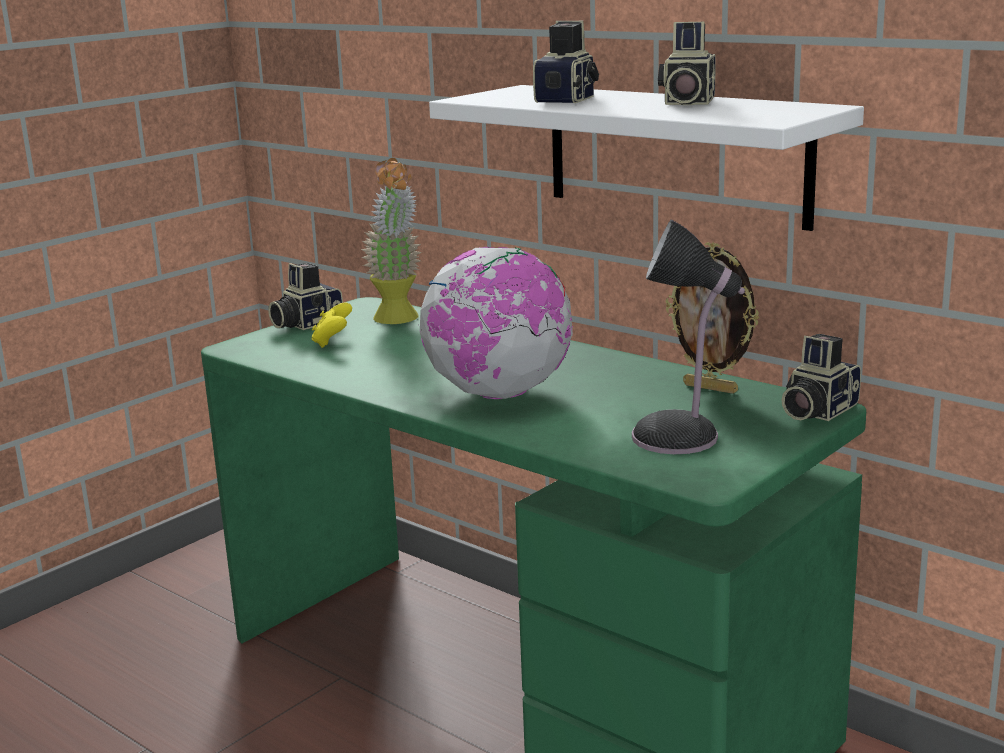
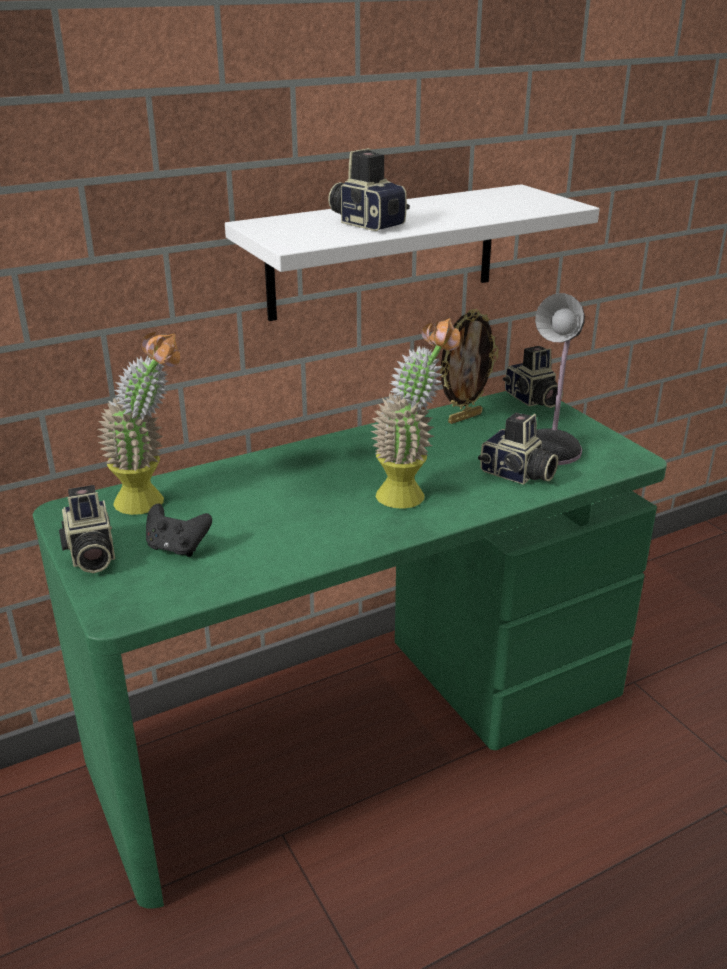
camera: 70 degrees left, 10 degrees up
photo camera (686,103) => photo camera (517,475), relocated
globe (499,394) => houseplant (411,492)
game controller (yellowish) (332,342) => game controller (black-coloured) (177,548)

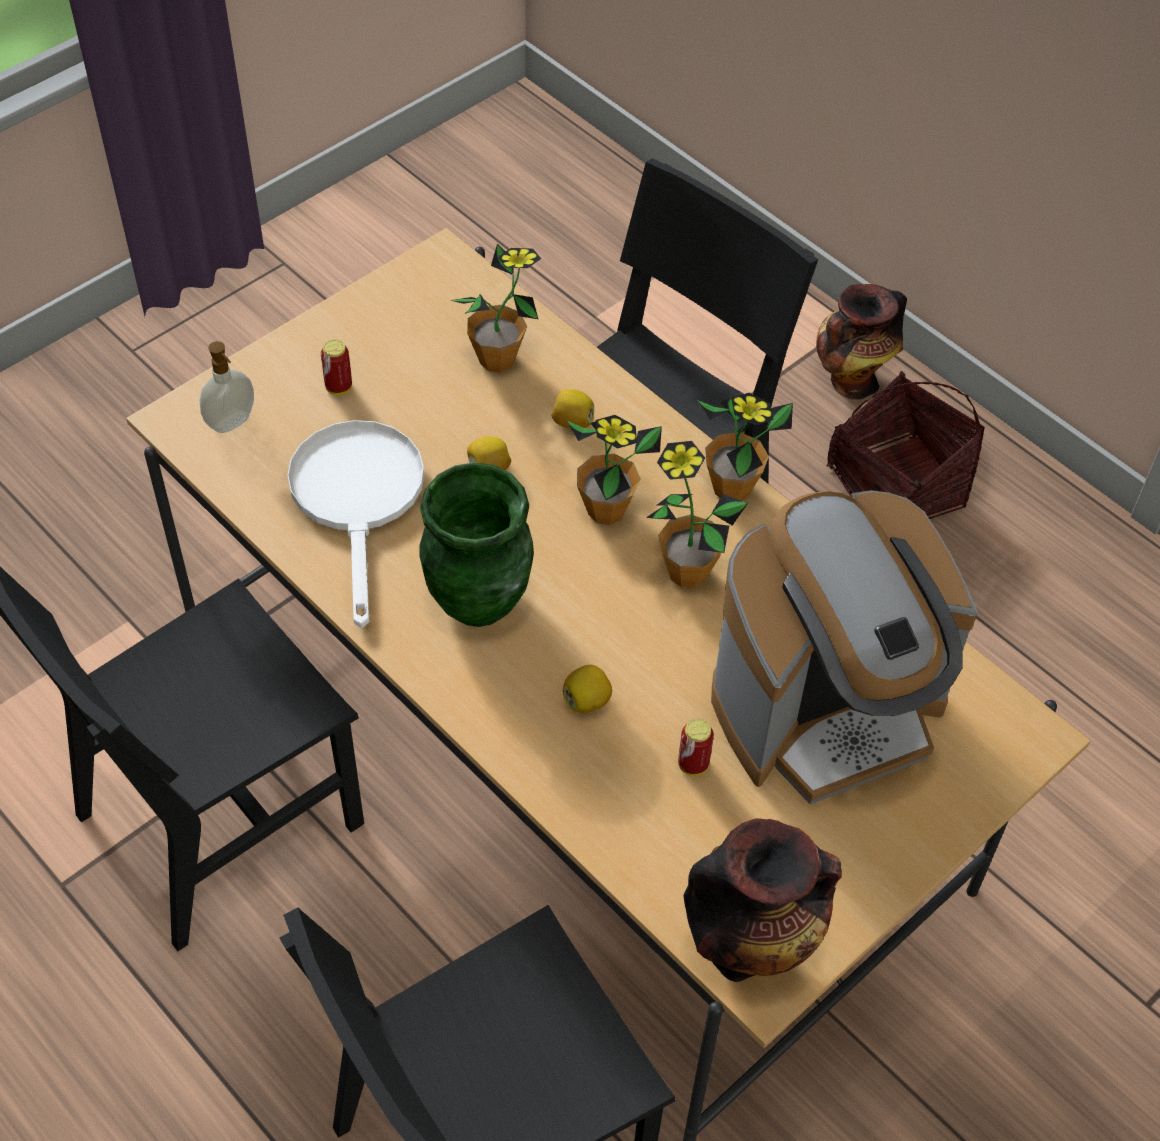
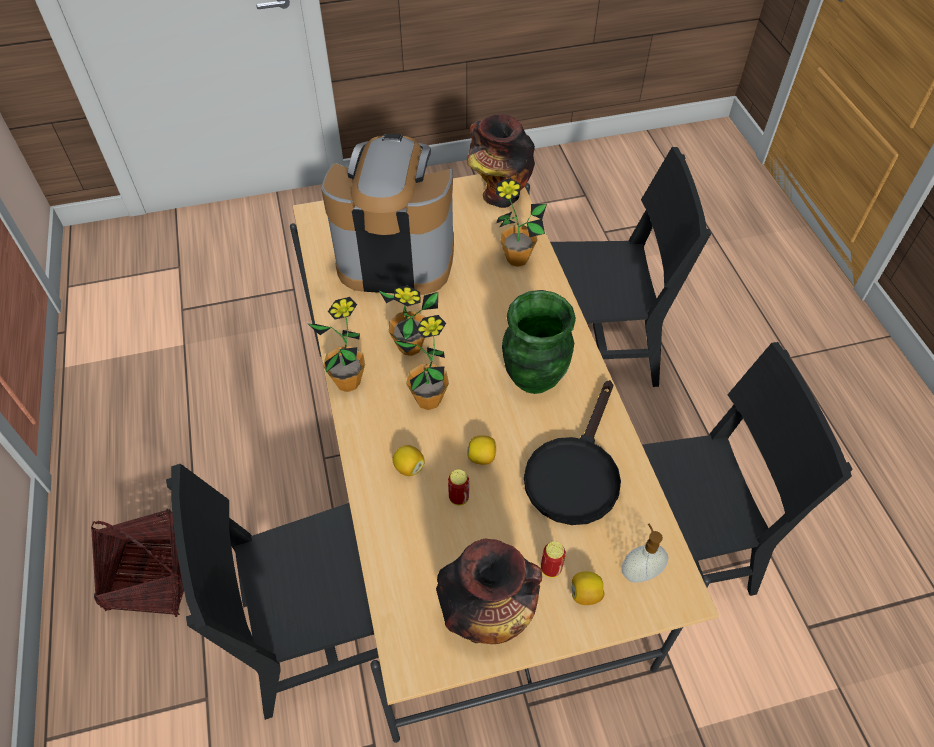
camera: 150 degrees left, 0 degrees up
houseplant (497,359) => houseplant (517,258), relocated
flower vase (852,382) => flower vase (488,617), relocated
skillet (white) (358,500) => skillet (black-coloured) (575,471)
whole lemon (587,700) => whole lemon (585,594), relocated
sealed can (693,765) => sealed can (458,498), relocated

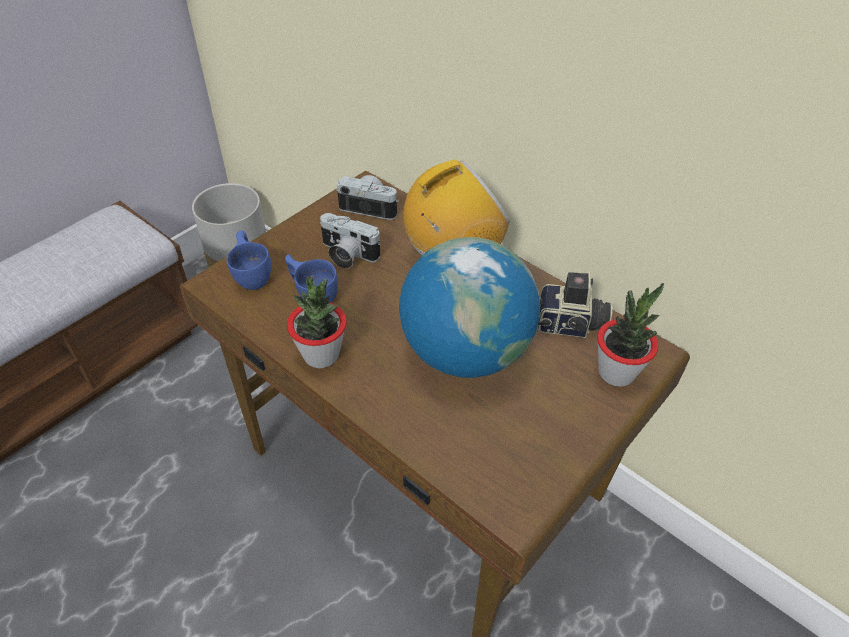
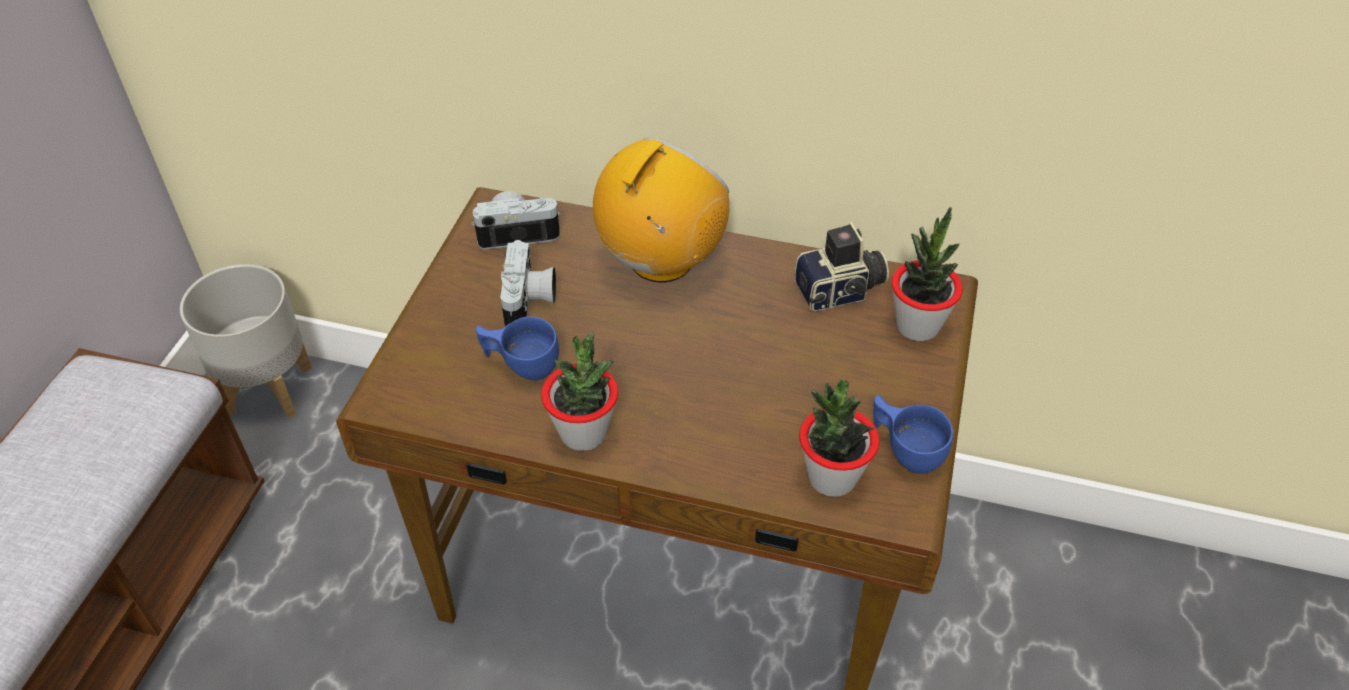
camera: 25 degrees left, 0 degrees up
photo camera (346,255) => photo camera (530,303), 90 degrees counterclockwise
small cup (blue) (253,274) => small cup (blue) (905,449), relocated
globe (465,352) => nothing
nothing => houseplant (831,478)

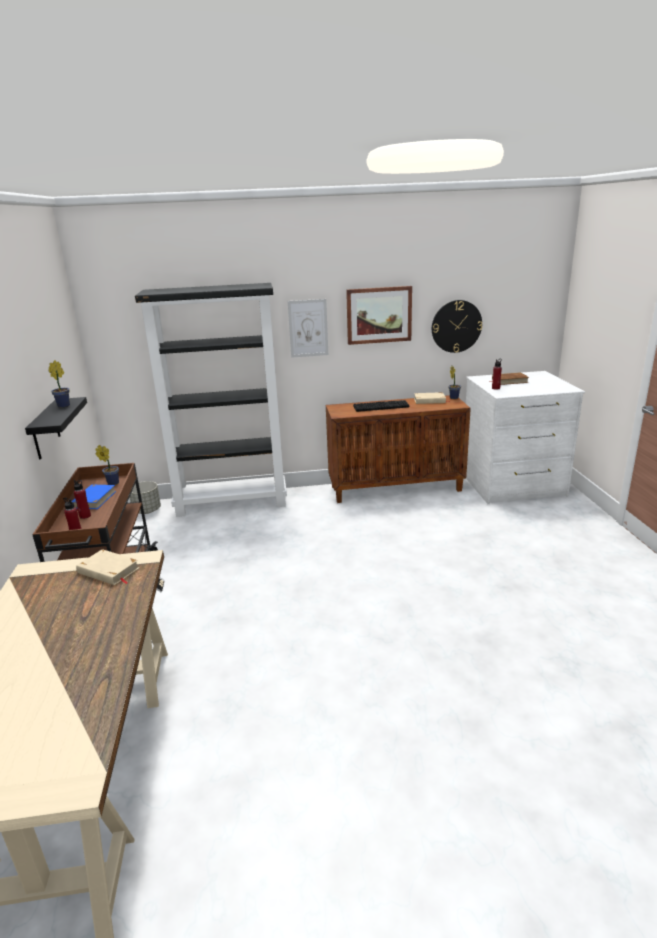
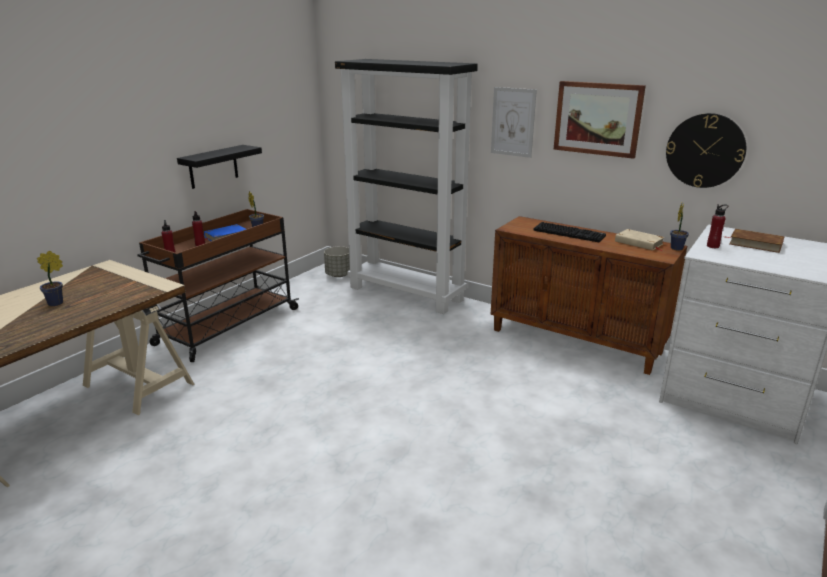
camera: 40 degrees right, 0 degrees up
houseplant (65,405) => houseplant (58,303), relocated
volume (sand-coloured) (108,571) => nothing

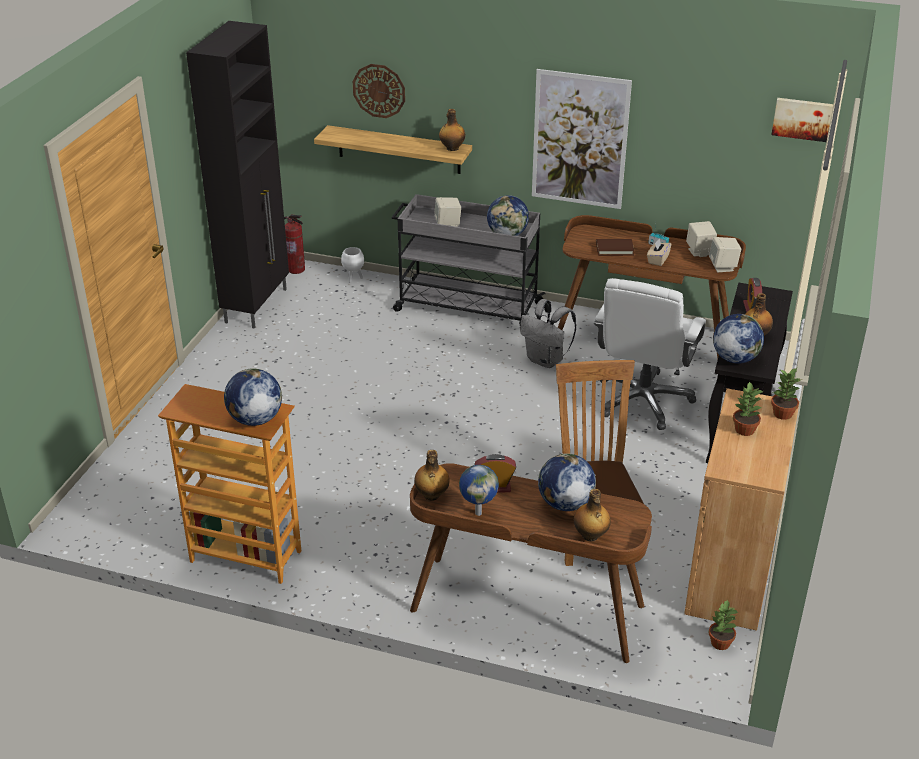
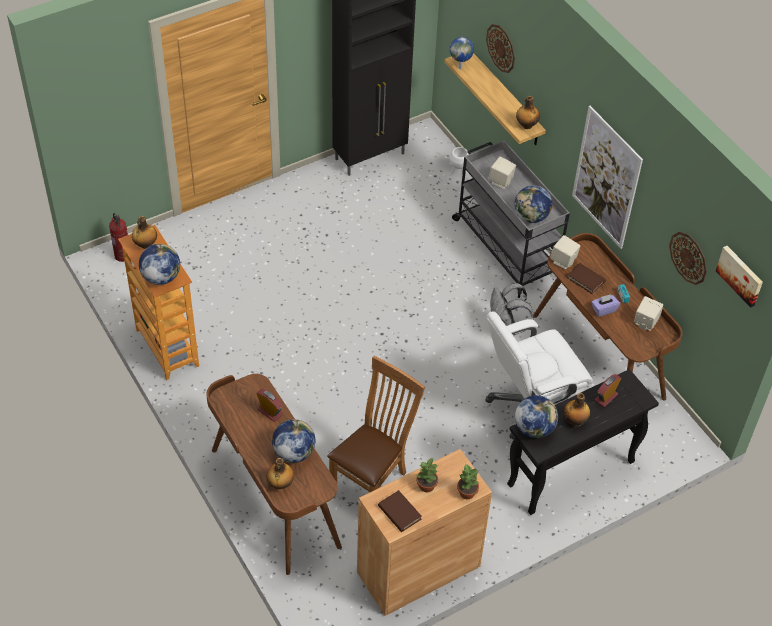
camera: 40 degrees right, 15 degrees up
fire extinguisher (296,269) => fire extinguisher (123,255), relocated
loudspeaker (sand-coloured) (723,267) => loudspeaker (sand-coloured) (563,261), relocated
tissue box (sand-coloured) (657,260) => tissue box (purplish) (604,309)
beverage bottle (431,495) => beverage bottle (145,245), relocated
globe (478,512) => globe (460,67), relocated
houseplant (720,643) => nothing
nothing => hanging clock (688,257)
nothing => volume (brownish) (399,512)

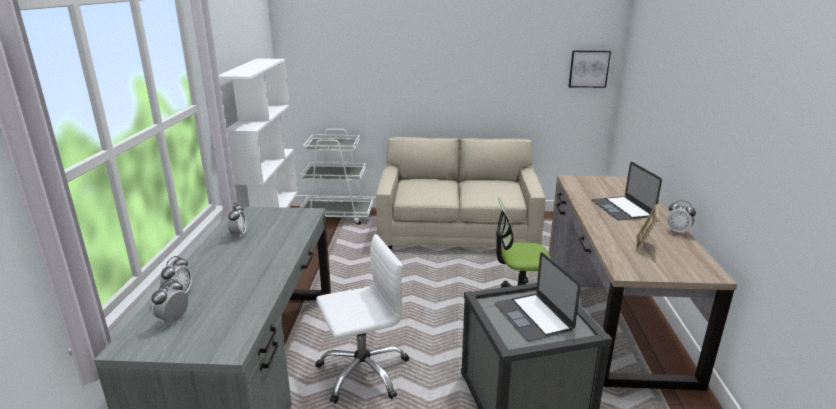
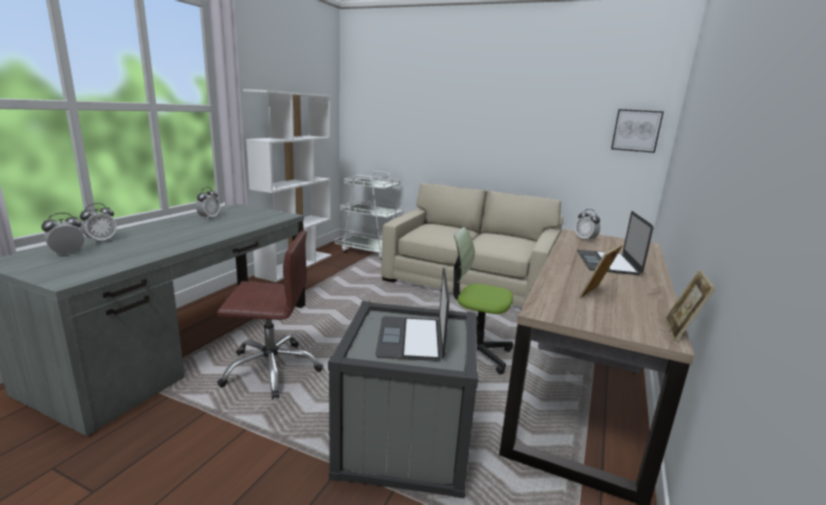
camera: 20 degrees right, 5 degrees down
alarm clock (677,231) => alarm clock (585,239), relocated
office chair (white) (363,372) => office chair (brownish) (271,369)
nothing => photo frame (680,332)

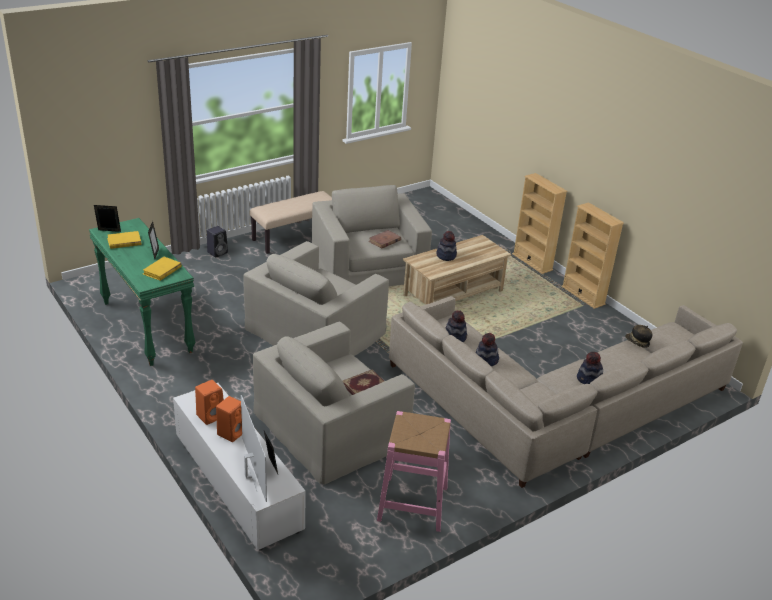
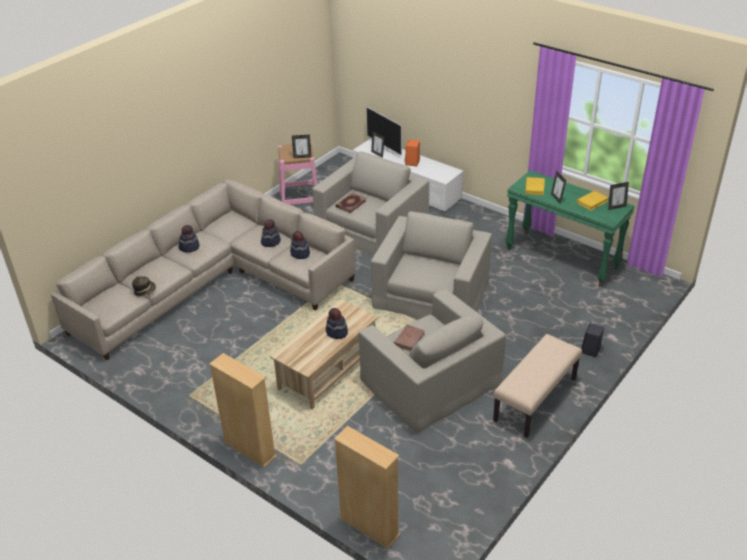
camera: 165 degrees right, 5 degrees up
bookcase (sand-coloured) (583,295) => bookcase (sand-coloured) (369,527), relocated
loudspeaker (orange-coloured) (211,415) => nothing
nothing => photo frame (302,157)

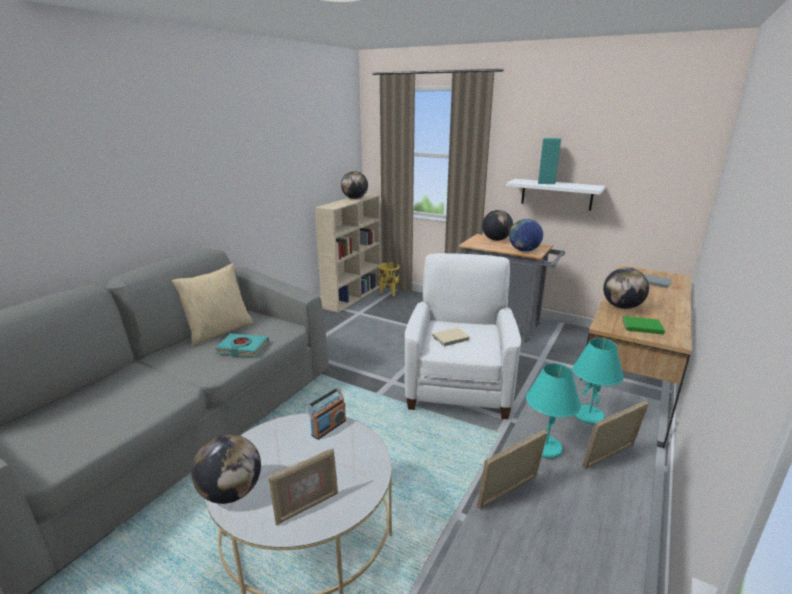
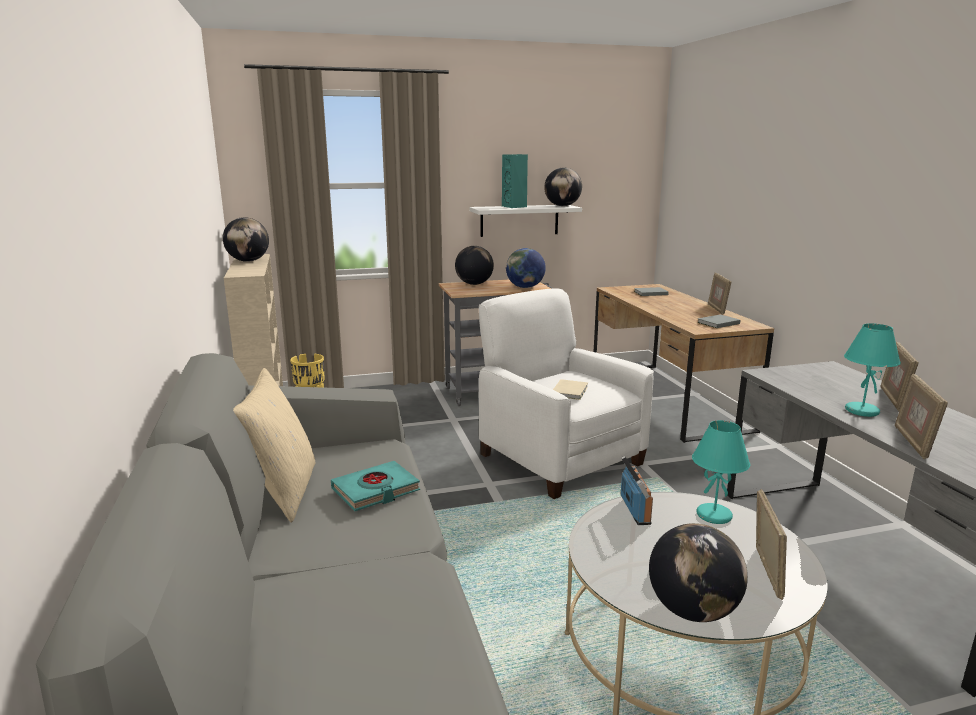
camera: 45 degrees left, 5 degrees down
globe (621,307) => globe (562,206), relocated
volume (green-coloured) (641,326) => volume (grey) (717,323)
tabletop lamp (blue-green) (589,416) => tabletop lamp (blue-green) (714,515), relocated
nothing => photo frame (717,309)

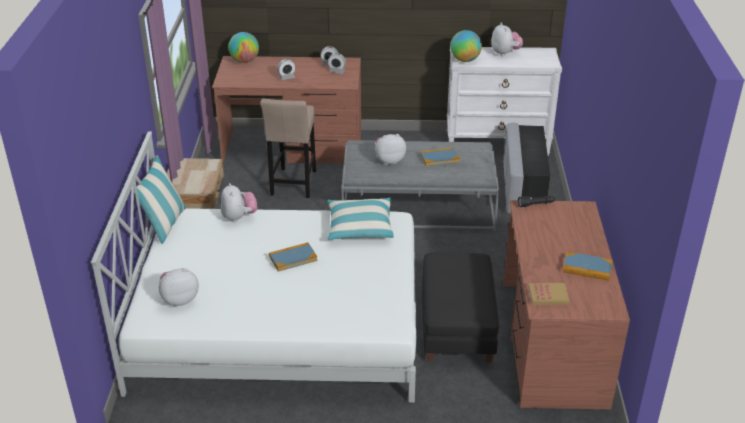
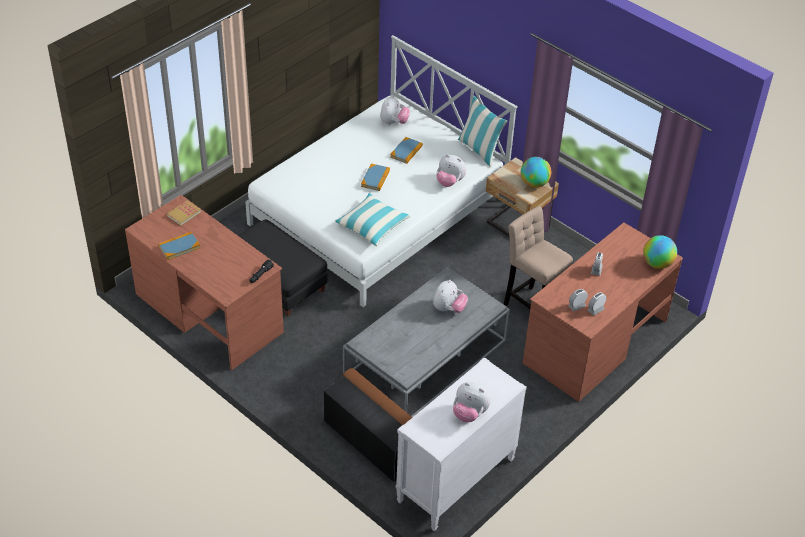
camera: 130 degrees right, 10 degrees up
globe (465,60) => globe (534,183), relocated
ottoman (grey) (523,187) => ottoman (brownish) (373,440)
volume (439,158) => volume (406,151), relocated

